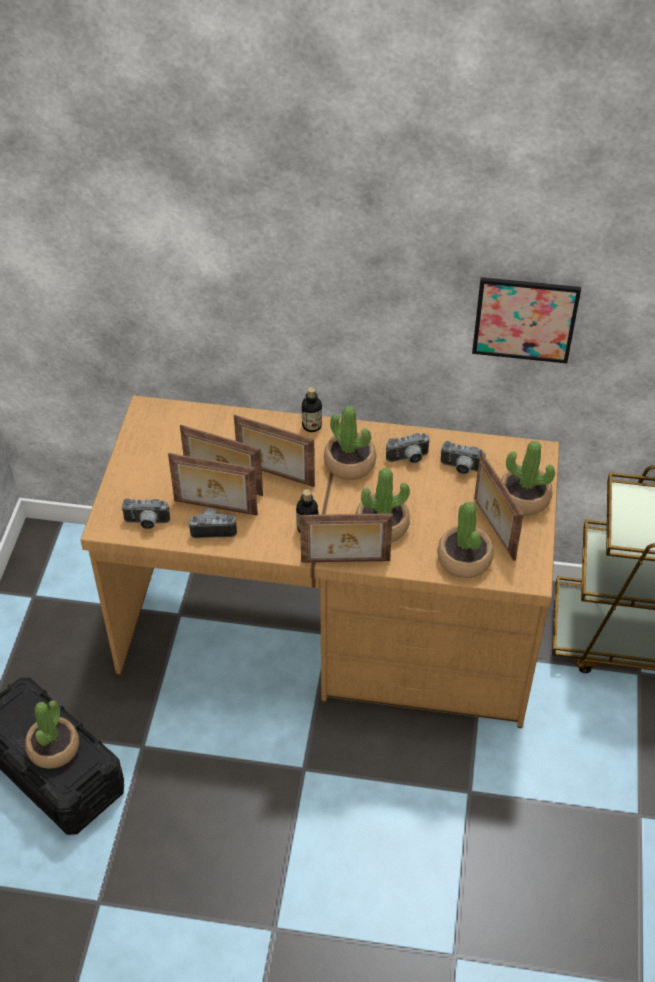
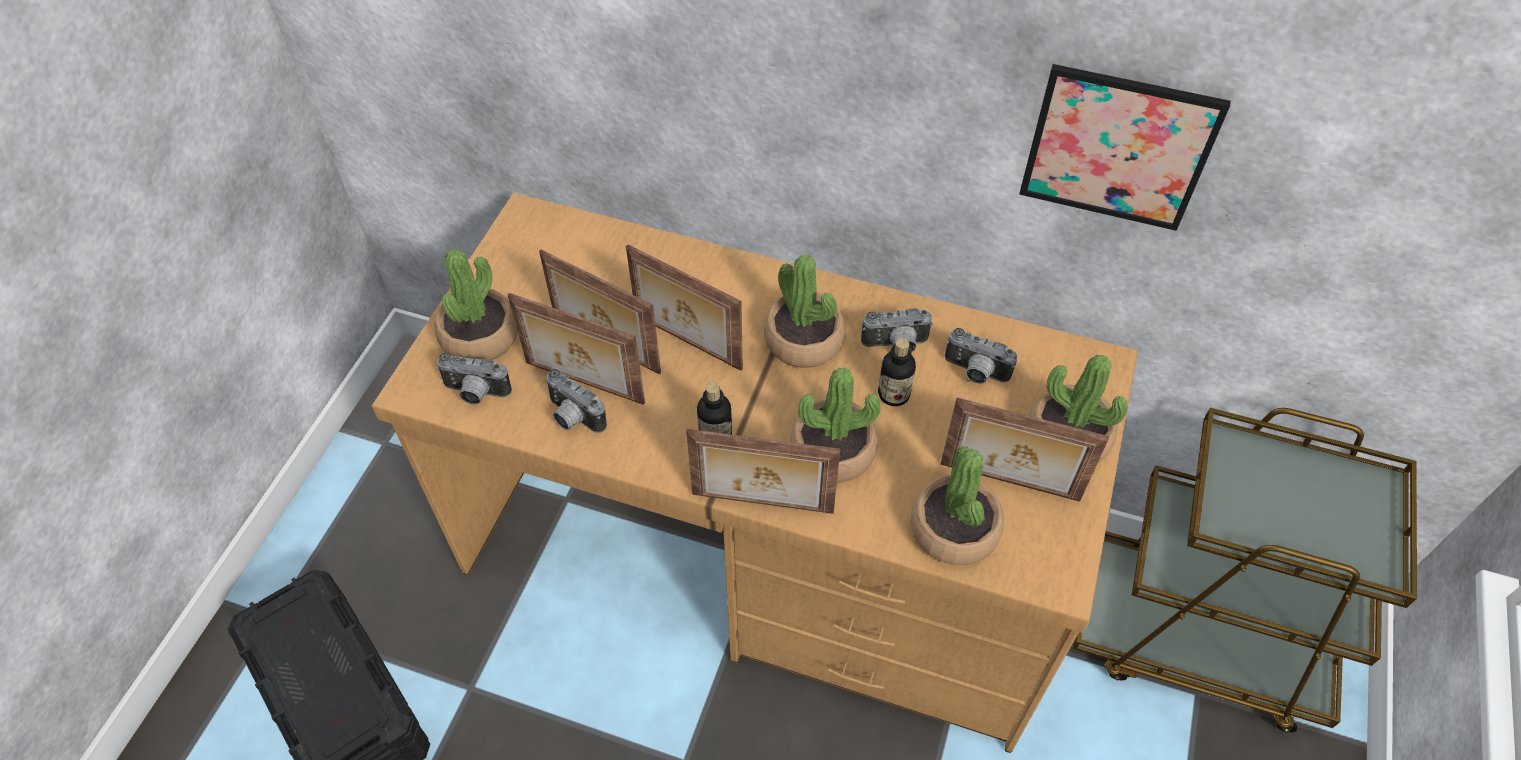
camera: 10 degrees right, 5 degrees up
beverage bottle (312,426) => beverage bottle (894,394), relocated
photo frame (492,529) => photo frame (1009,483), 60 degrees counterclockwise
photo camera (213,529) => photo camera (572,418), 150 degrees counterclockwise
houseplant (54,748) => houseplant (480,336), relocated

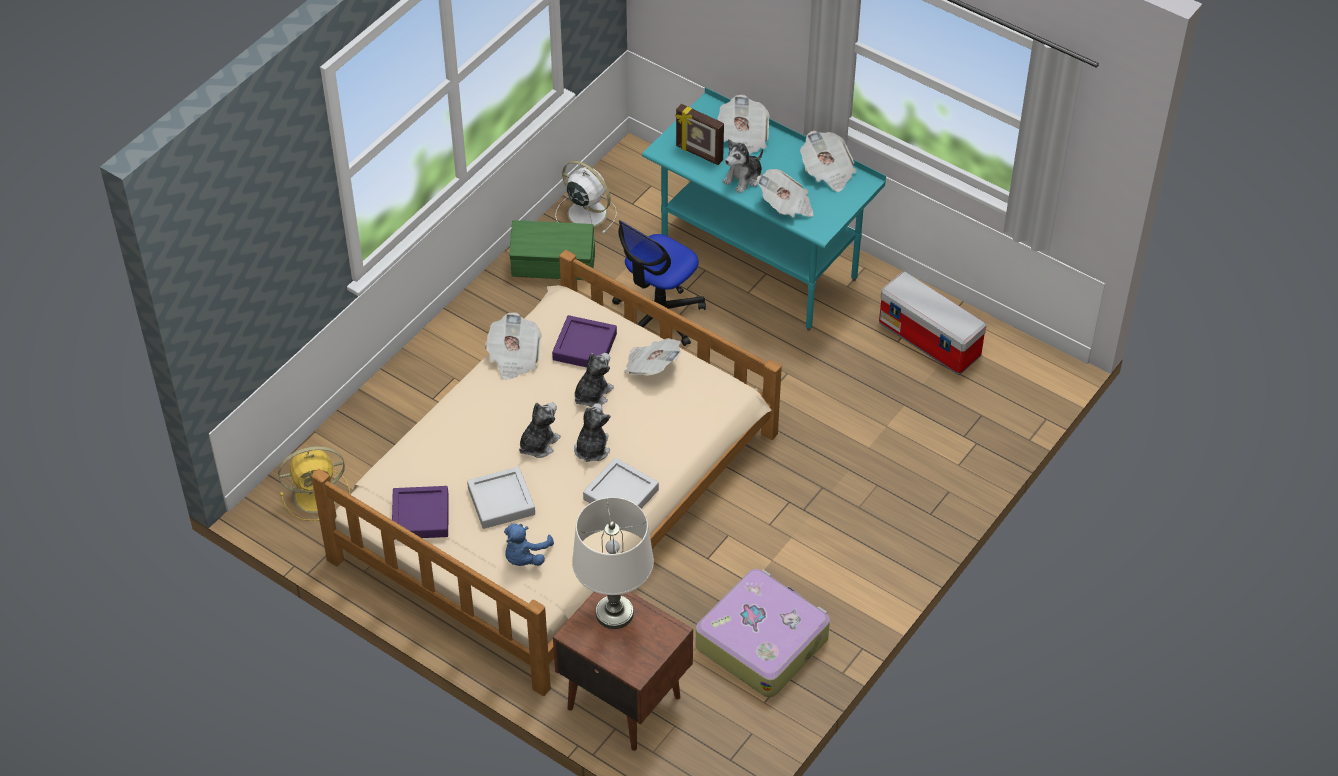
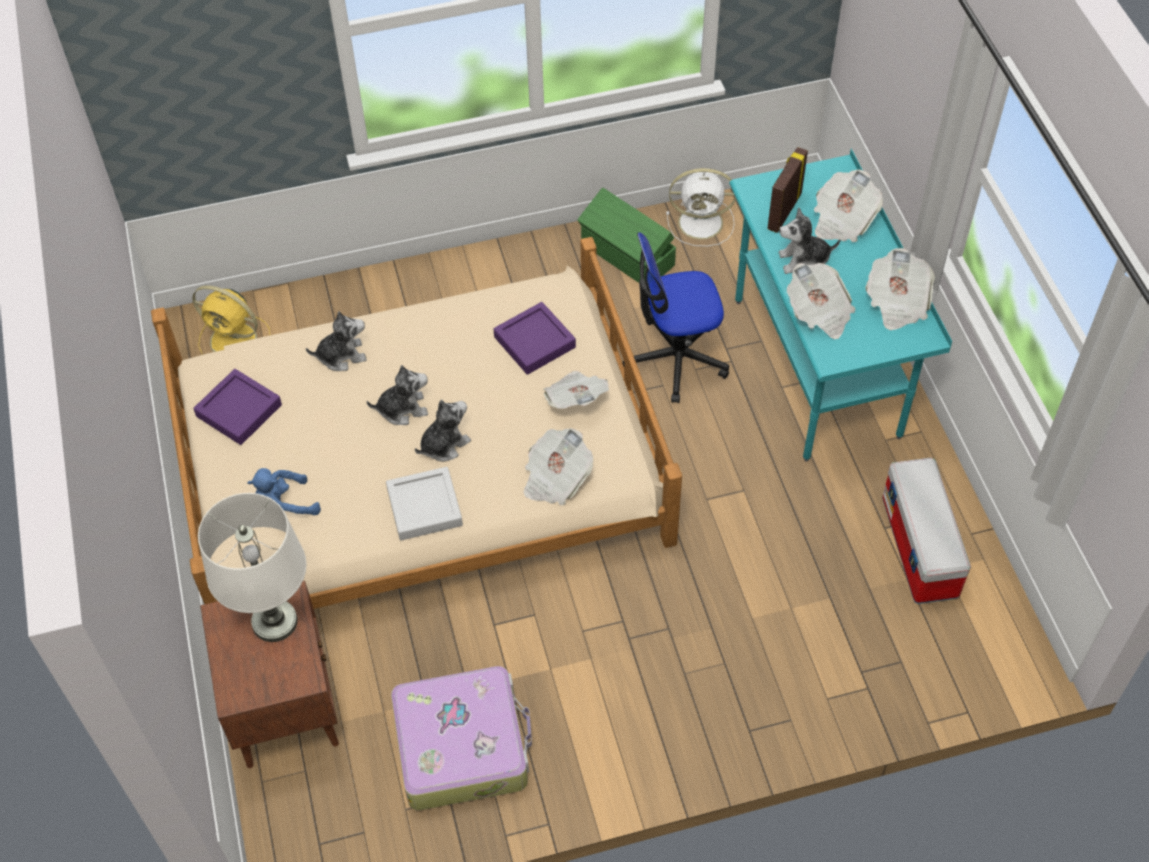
camera: 40 degrees right, 5 degrees up
photo frame (699,154) => photo frame (783,211), 45 degrees clockwise
cooling fan (white) (585,213) => cooling fan (white) (702,223), 105 degrees clockwise
printed paper (514,357) => printed paper (555,478), relocated
plush toy (592,394) => plush toy (341,355), relocated
tray (grey) (501,501) => nothing

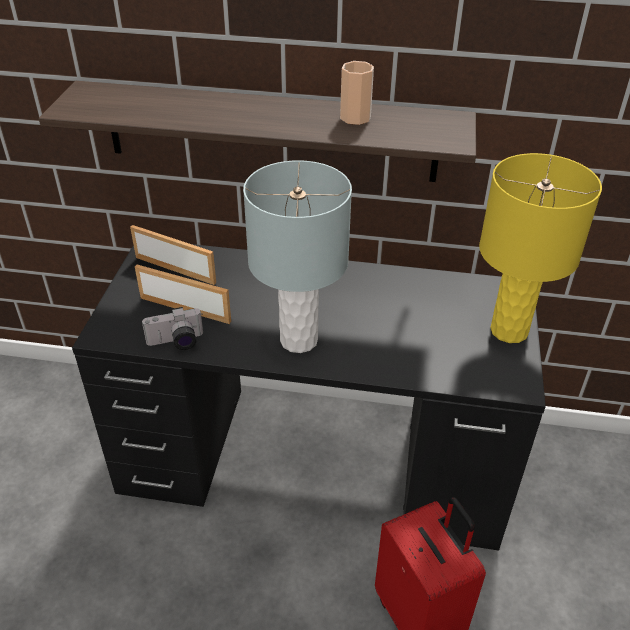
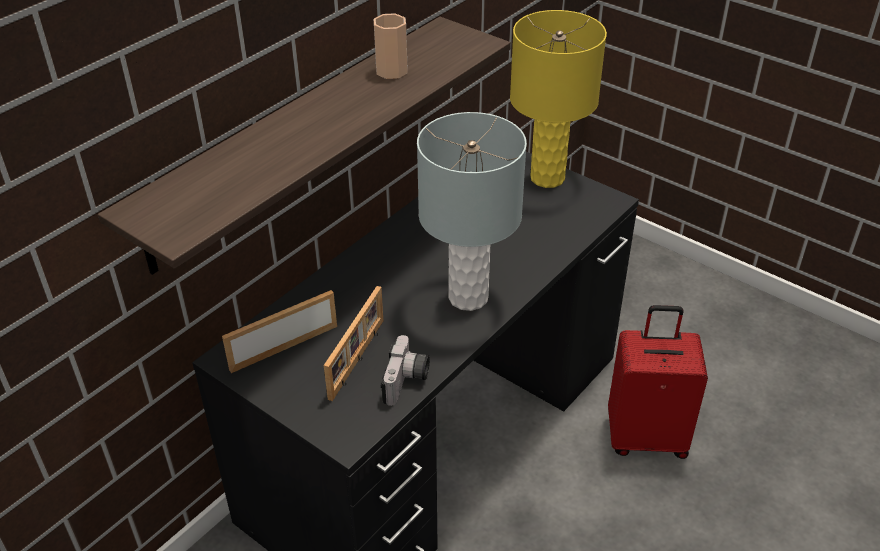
camera: 60 degrees left, 0 degrees up
photo frame (186,308) => photo frame (358,359), 150 degrees clockwise

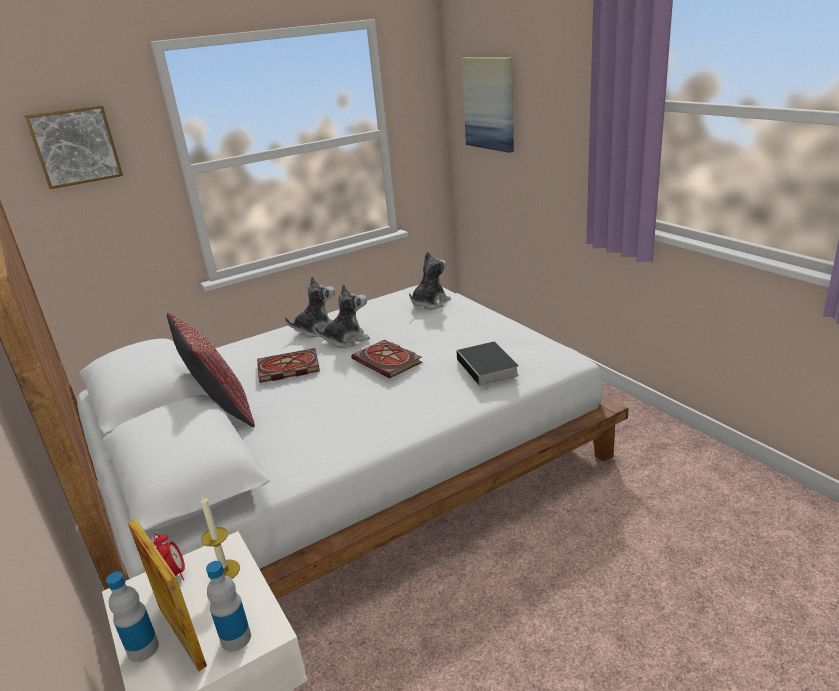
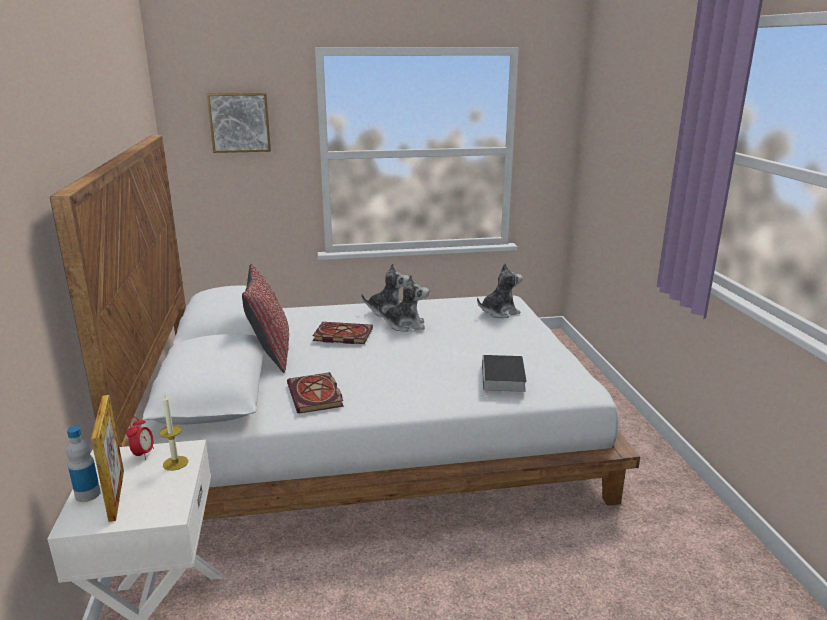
camera: 20 degrees right, 5 degrees down
wall picture (489,103) => nothing
volume (389,361) => volume (316,396), relocated
beverage bottle (236,638) => nothing

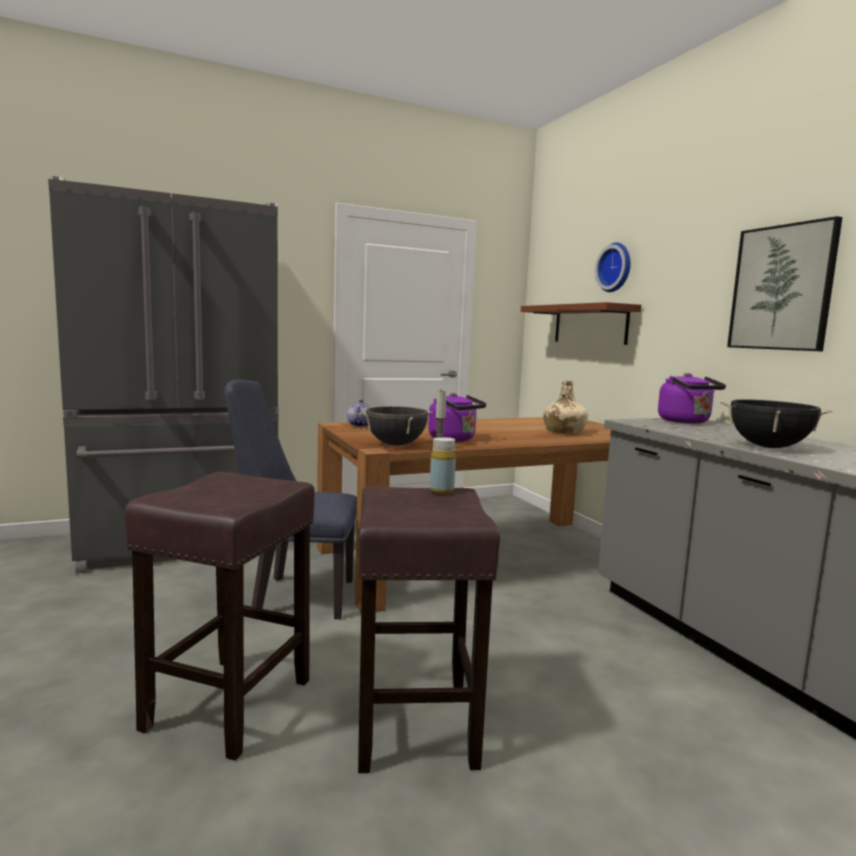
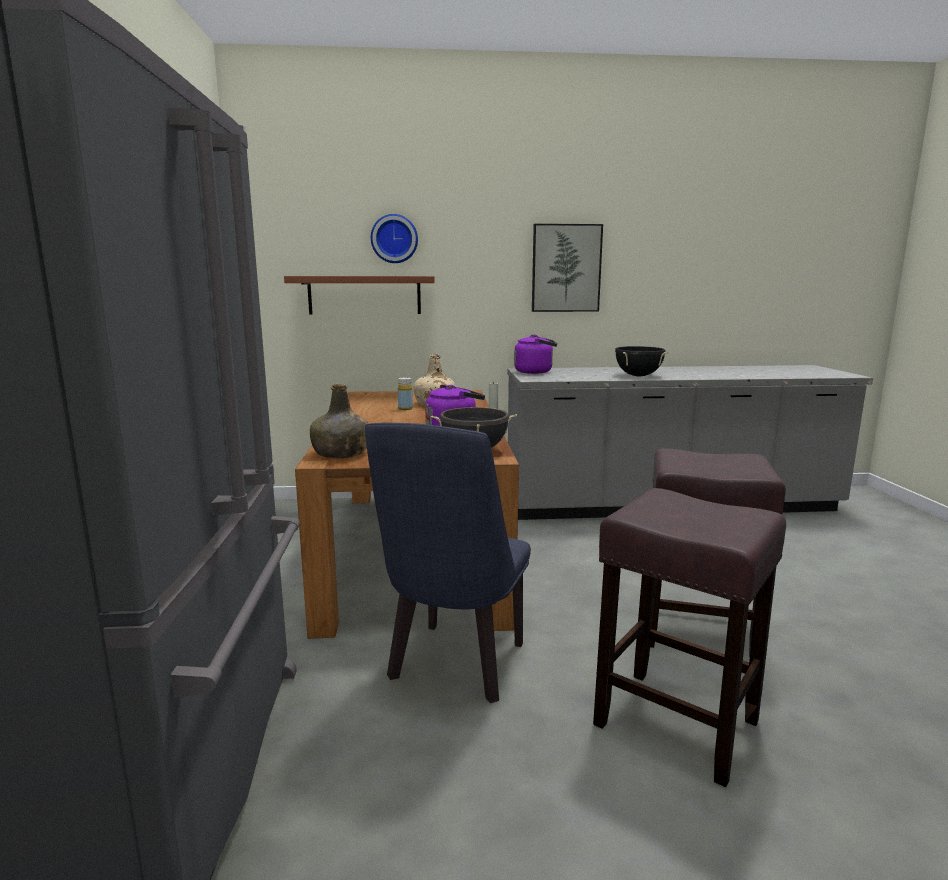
camera: 70 degrees left, 5 degrees up
tea pot (359,425) => beverage bottle (green-coloured) (341,453)
beverage bottle (yellowish) (441,490) => beverage bottle (yellowish) (405,408), relocated

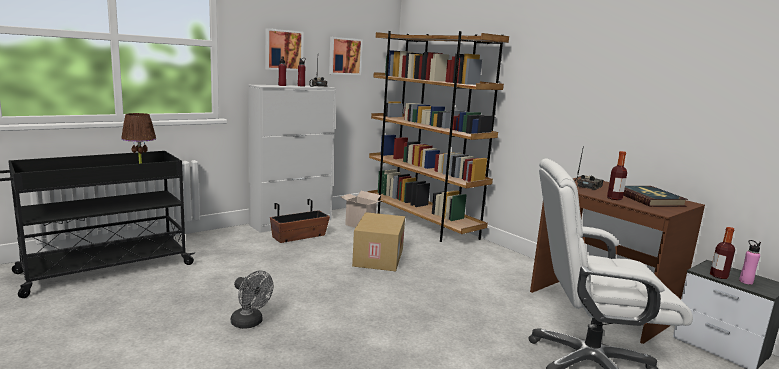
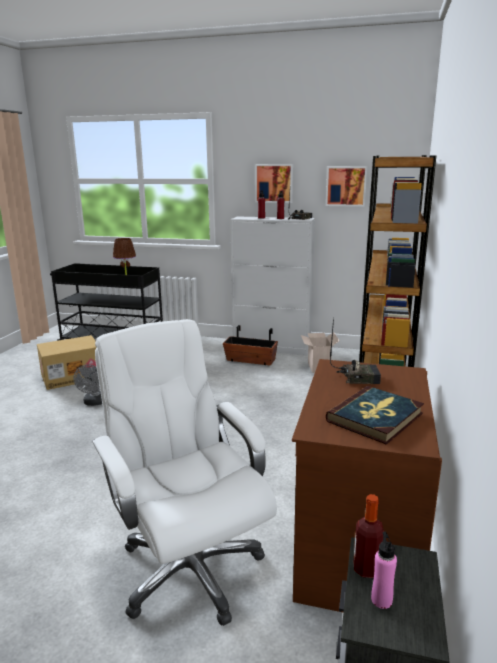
camera: 55 degrees right, 5 degrees up
beverage bottle (614,198) => nothing
packing box (377,257) => packing box (72,376), relocated

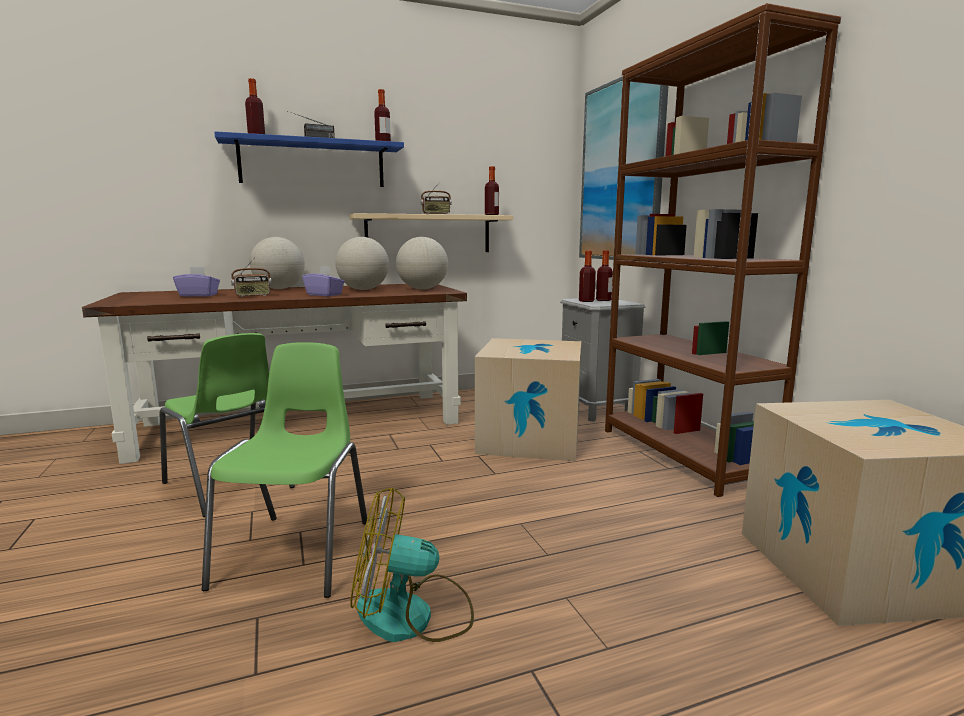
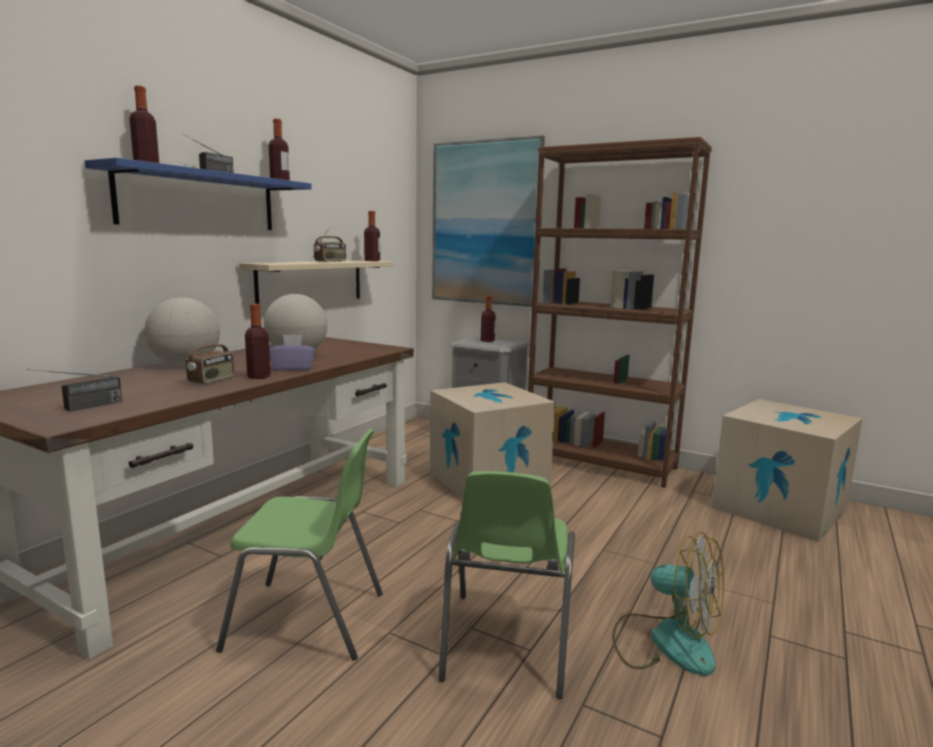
camera: 40 degrees left, 0 degrees up
globe (422,289) => nothing
beverage bottle (586,301) => beverage bottle (259,377), relocated
tissue box (purplish) (198,295) => nothing
upright chair (green-coloured) (297,552) => upright chair (green-coloured) (506,643), 135 degrees counterclockwise
cooling fan (412,616) => cooling fan (665,642), 105 degrees counterclockwise
nothing => radio receiver (80,408)

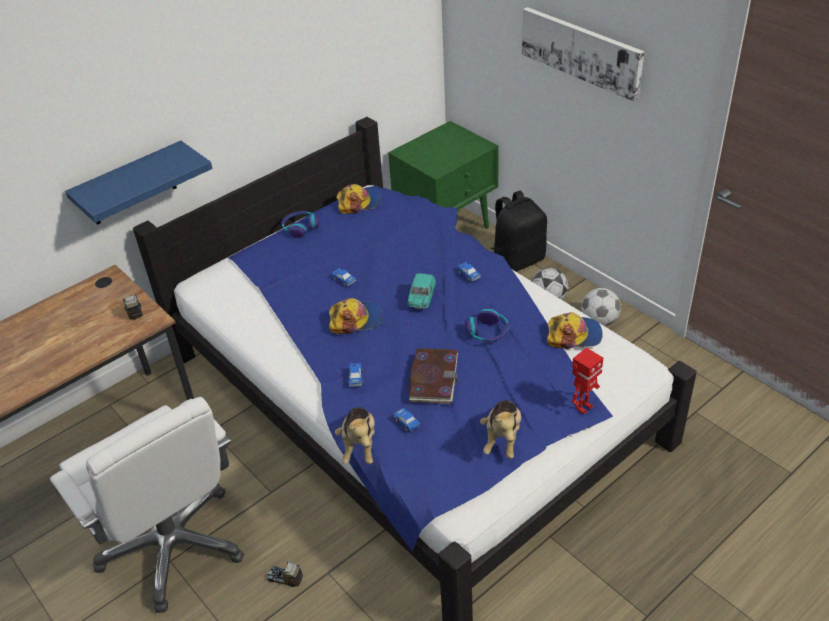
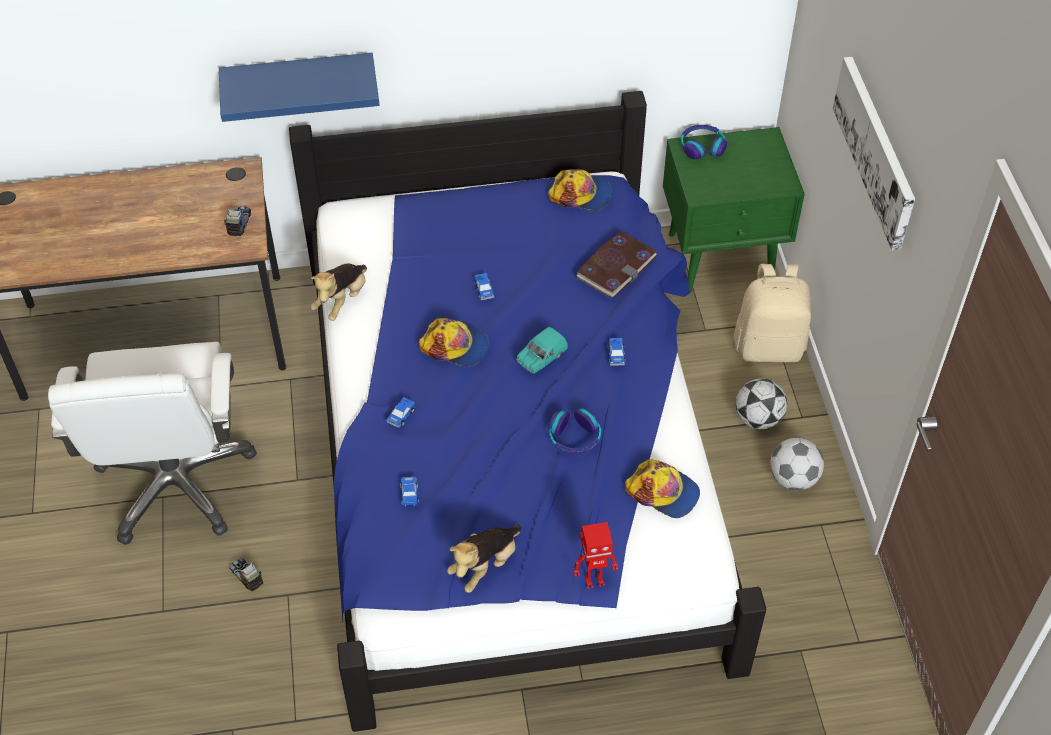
camera: 30 degrees right, 10 degrees up
backpack (black-coloured) (518,260) => backpack (sand-coloured) (769,346)
headphones (300,227) => headphones (702,147), relocated
volume (433,378) => volume (616,267), relocated
plush toy (359,445) => plush toy (342,300), relocated

